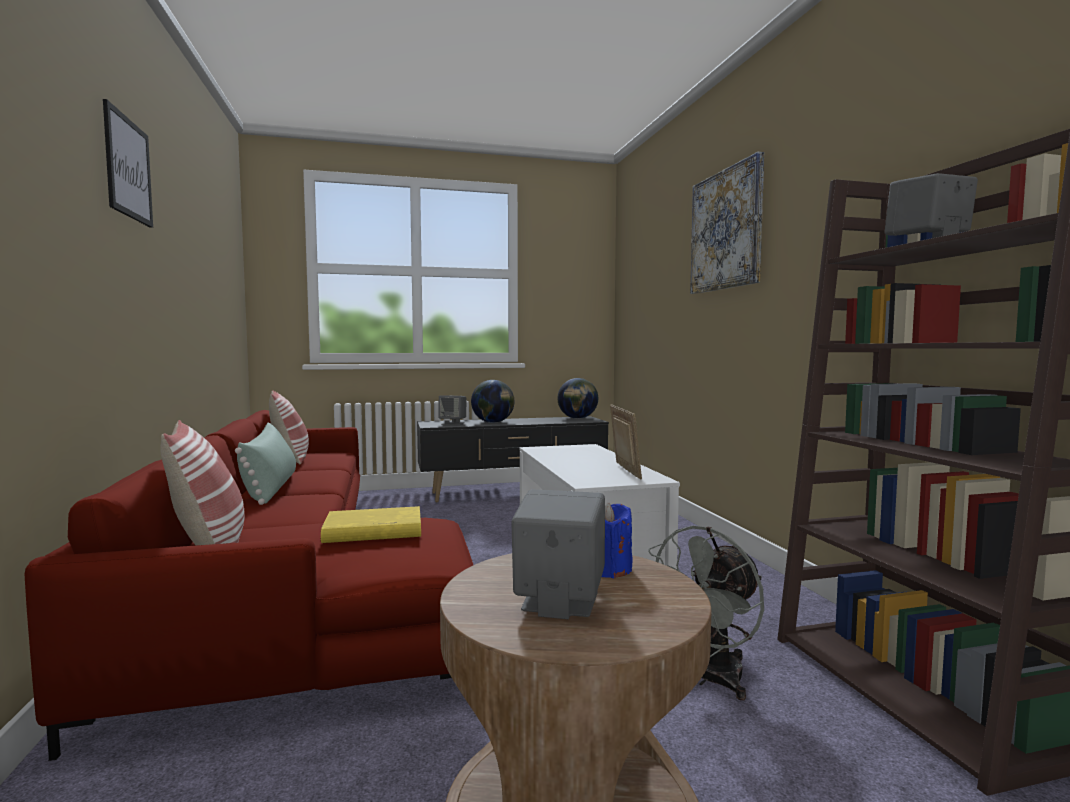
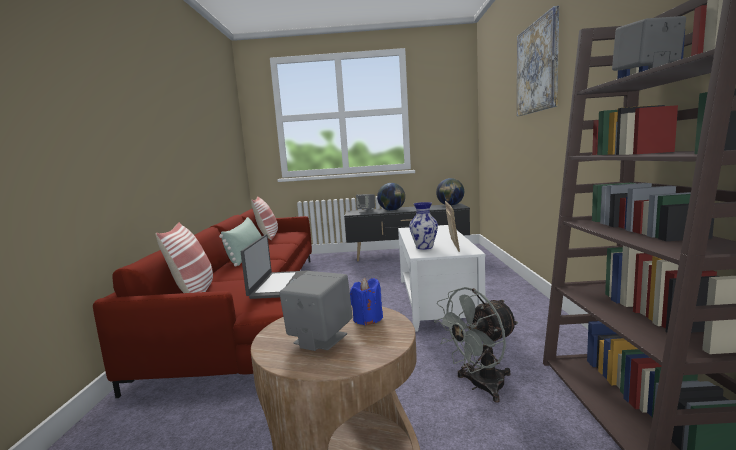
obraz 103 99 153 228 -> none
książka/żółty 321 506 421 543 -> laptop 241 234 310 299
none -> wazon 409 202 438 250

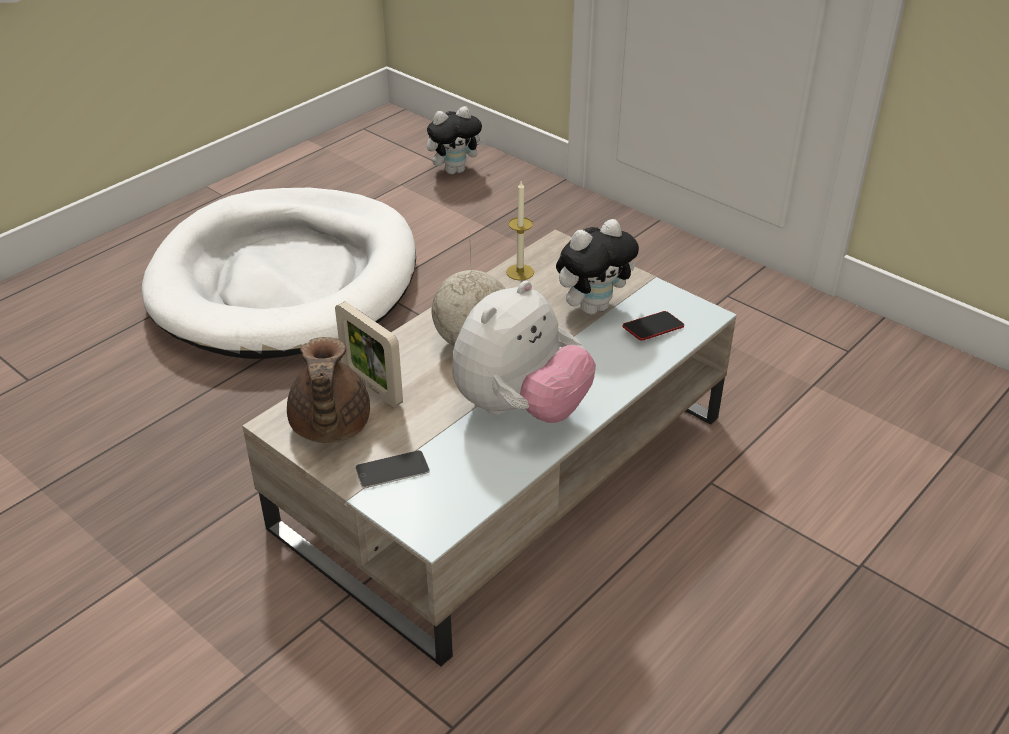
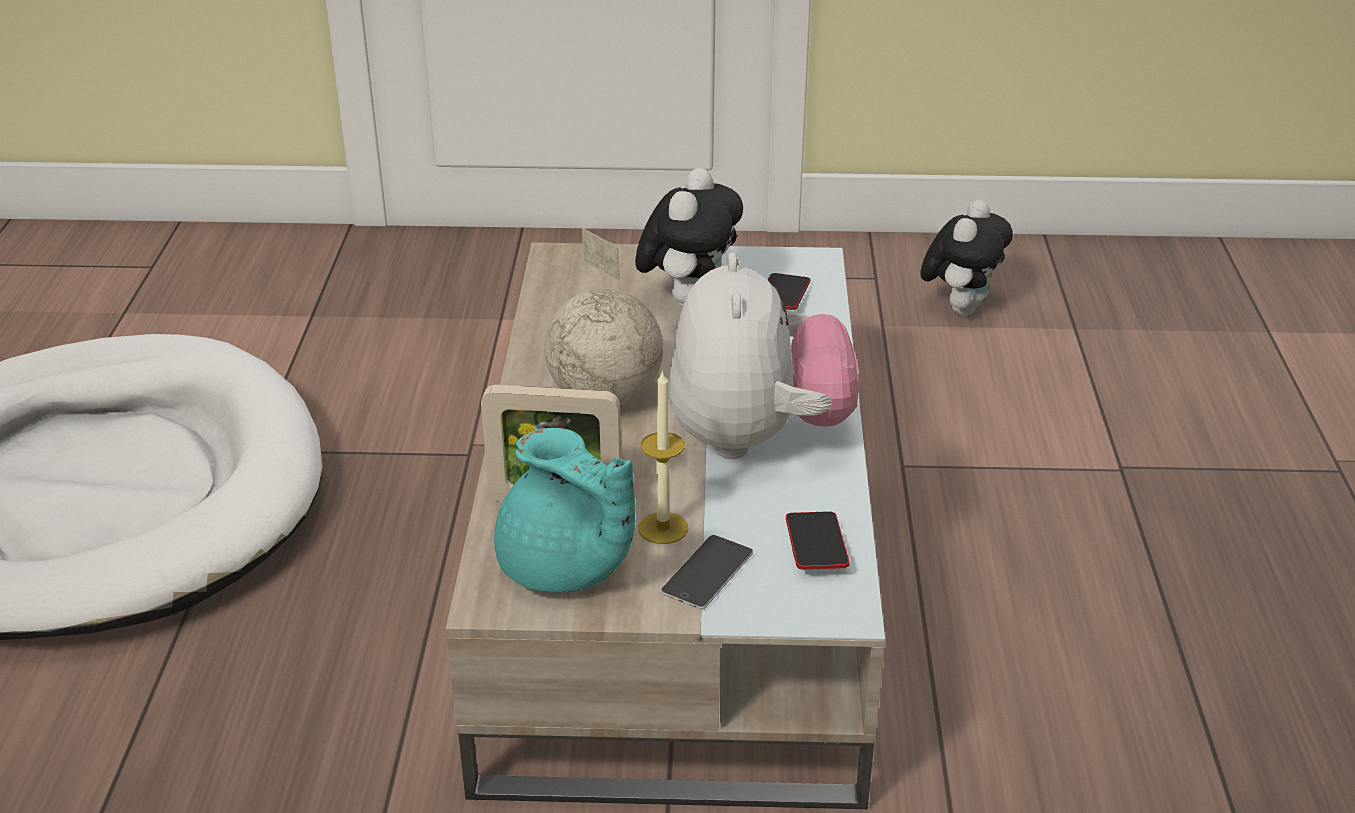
pluszak 427 106 486 175 -> pluszak 920 200 1013 316, relocated
świeca 506 181 534 280 -> świeca 638 369 688 544, relocated
imbryk/brązowy 287 337 370 443 -> imbryk/turkusowy 494 428 635 593
none -> telefon 786 511 850 570

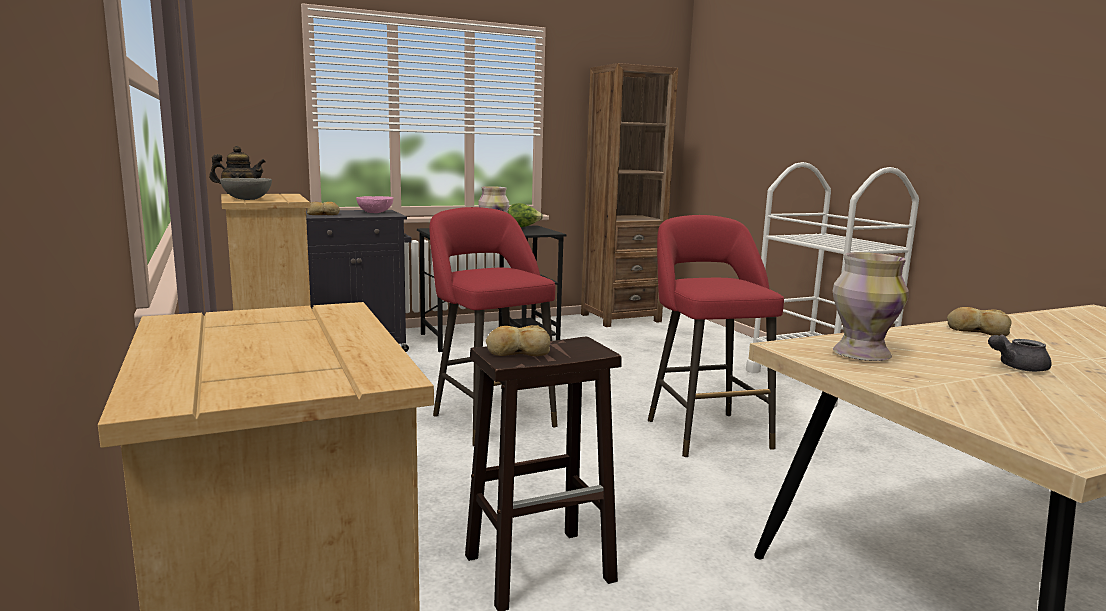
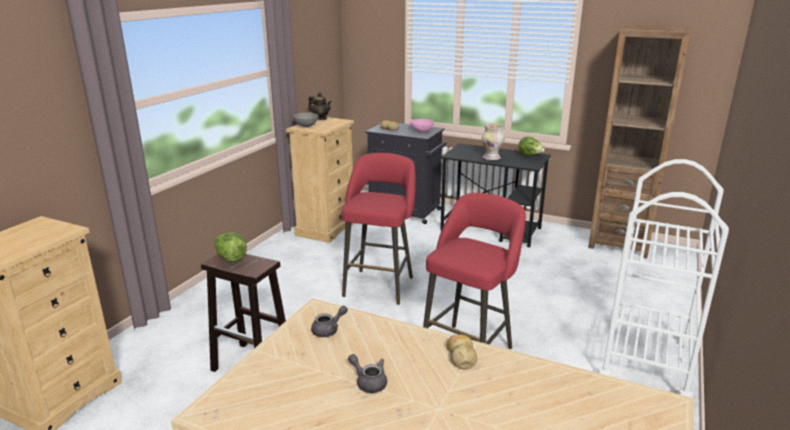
wazon 833 252 909 361 -> imbryk/szary 311 306 348 337
chleb 486 325 550 356 -> sałata 214 232 247 262

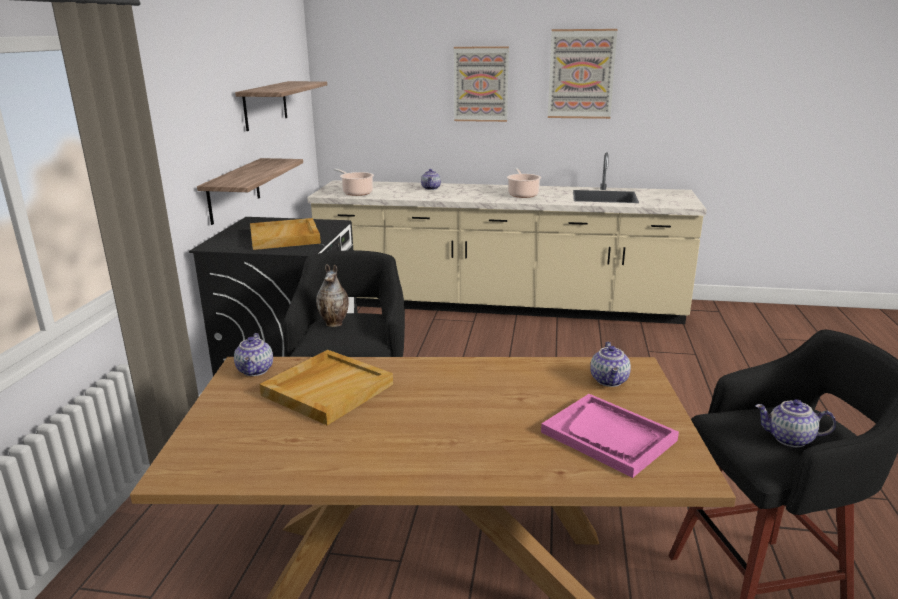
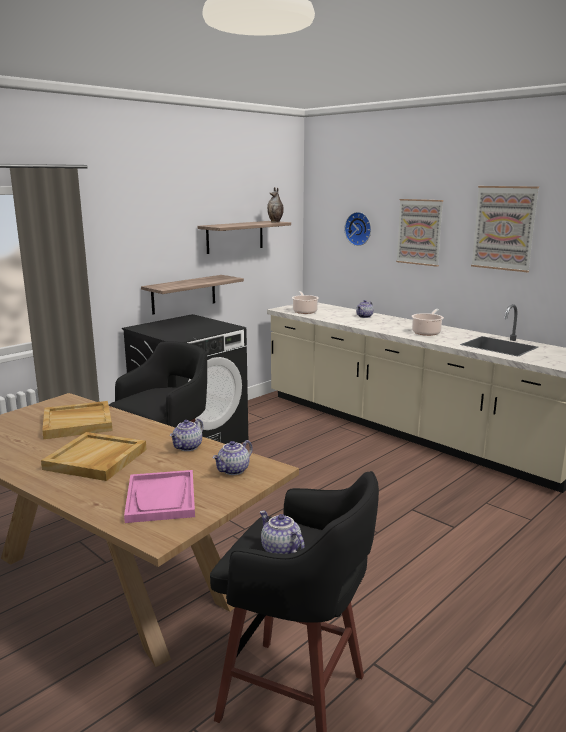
taca/beżowy 250 218 321 250 -> taca/beżowy 41 432 146 481, relocated
wazon 316 264 349 327 -> wazon 267 187 284 223, relocated
imbryk 234 333 273 376 -> imbryk 170 419 203 451, relocated
none -> zegar ścienny 345 212 371 246

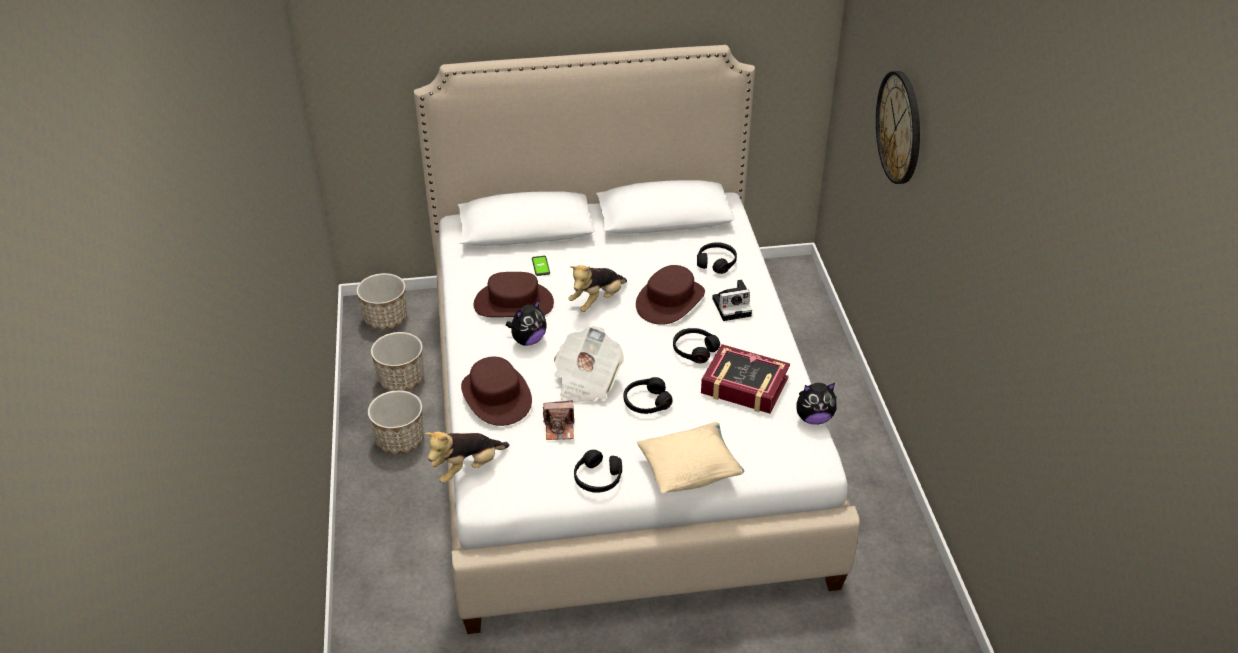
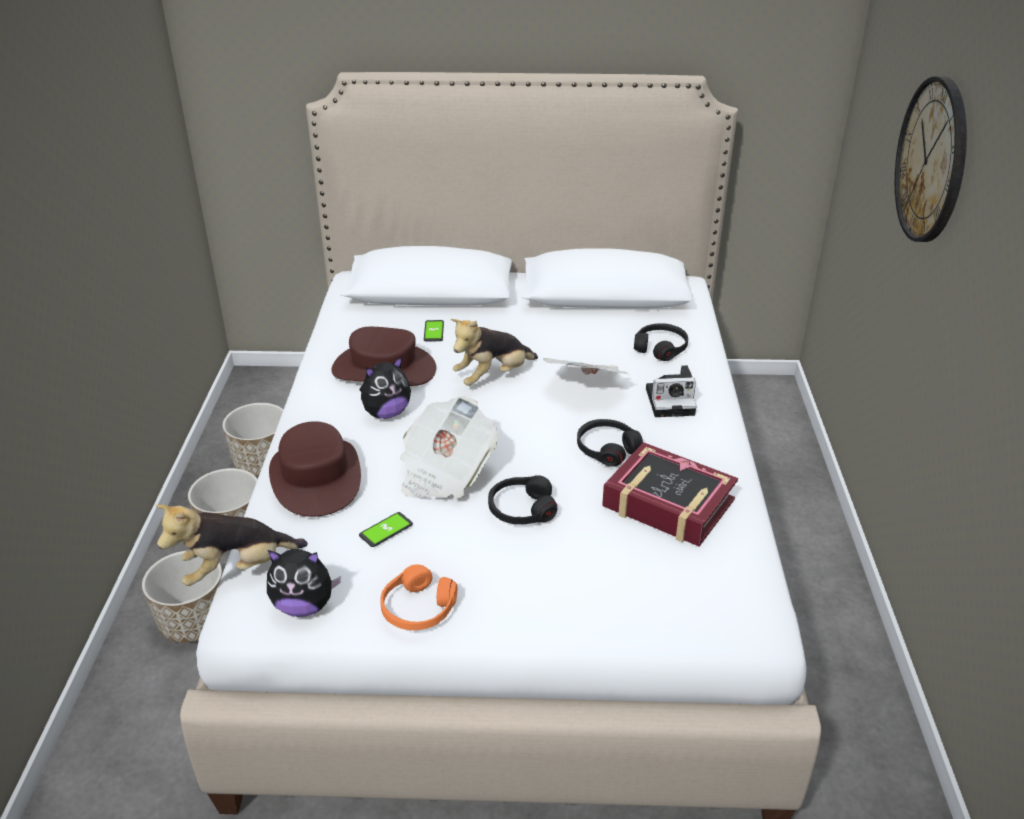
kapelusz/brązowy 636 265 705 325 -> gazeta 543 358 630 375
donica 356 273 407 330 -> donica 142 550 222 643, relocated
pluszak 796 383 836 425 -> pluszak 267 549 341 617, relocated
aparat fotograficzny 543 400 574 440 -> telefon 359 512 413 547
poduszka/beżowy 637 422 744 493 -> none
słuchawki/czarny 574 450 622 493 -> słuchawki/pomarańczowy 380 564 457 630

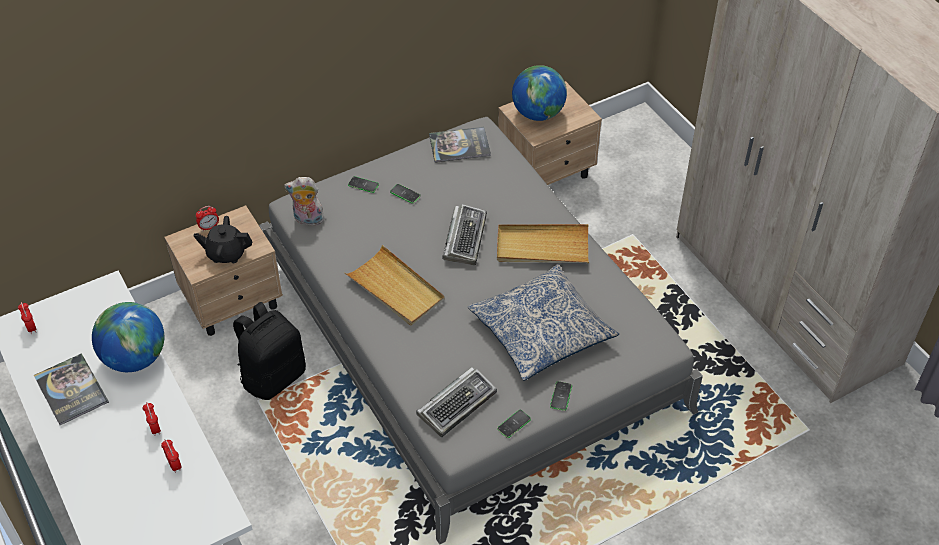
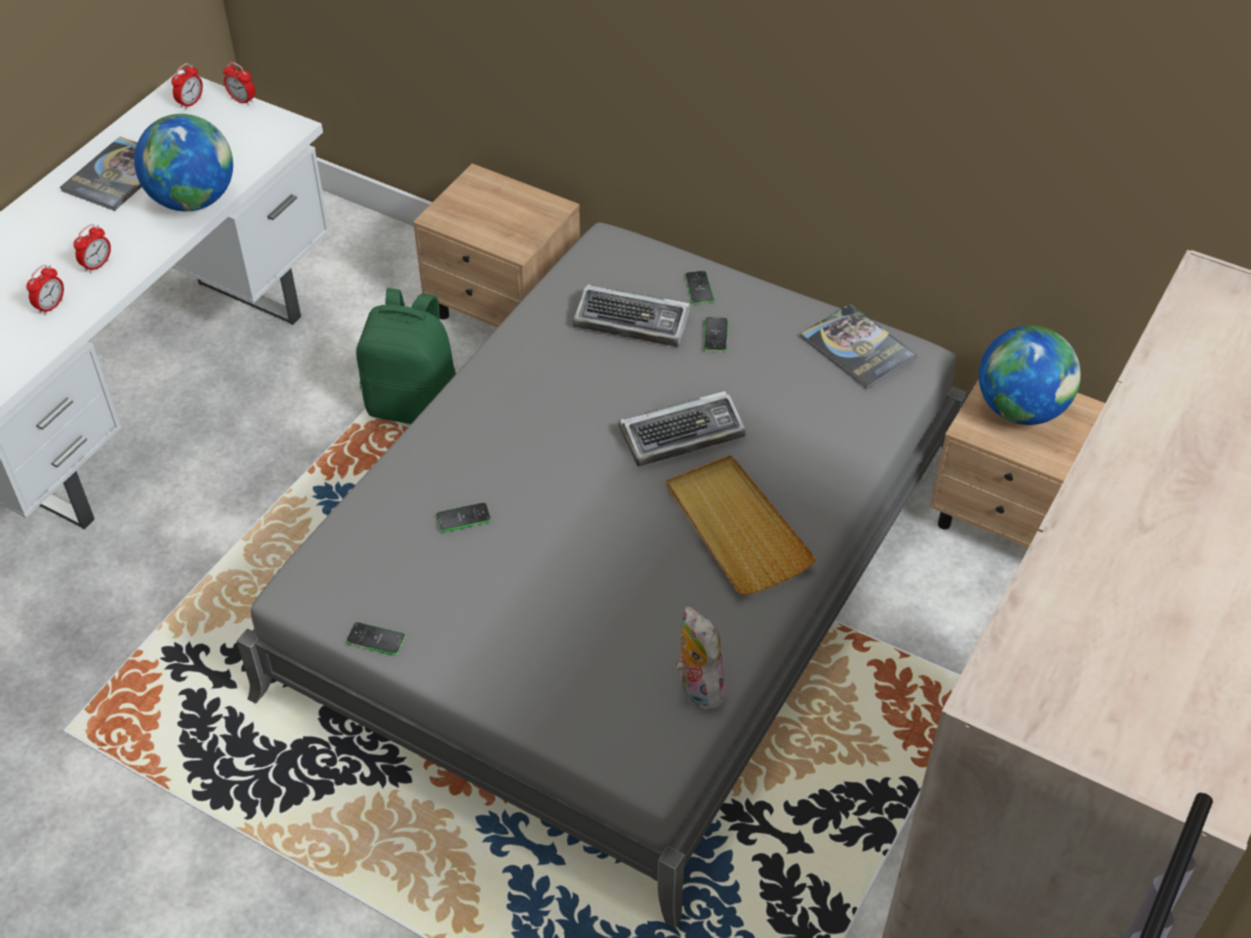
pluszak 284 177 324 226 -> pluszak 676 606 726 710, relocated
budzik 196 206 219 231 -> budzik 223 62 255 106, relocated
imbryk/czarny 194 216 253 263 -> none
taca/beżowy 344 245 445 326 -> none
poduszka 468 264 619 381 -> none
plecak/czarny 233 302 306 400 -> plecak/zielony 356 288 456 424
klawiatura 416 367 497 437 -> klawiatura 573 284 691 347, relocated
telefon 550 381 572 411 -> telefon 436 502 491 532, relocated

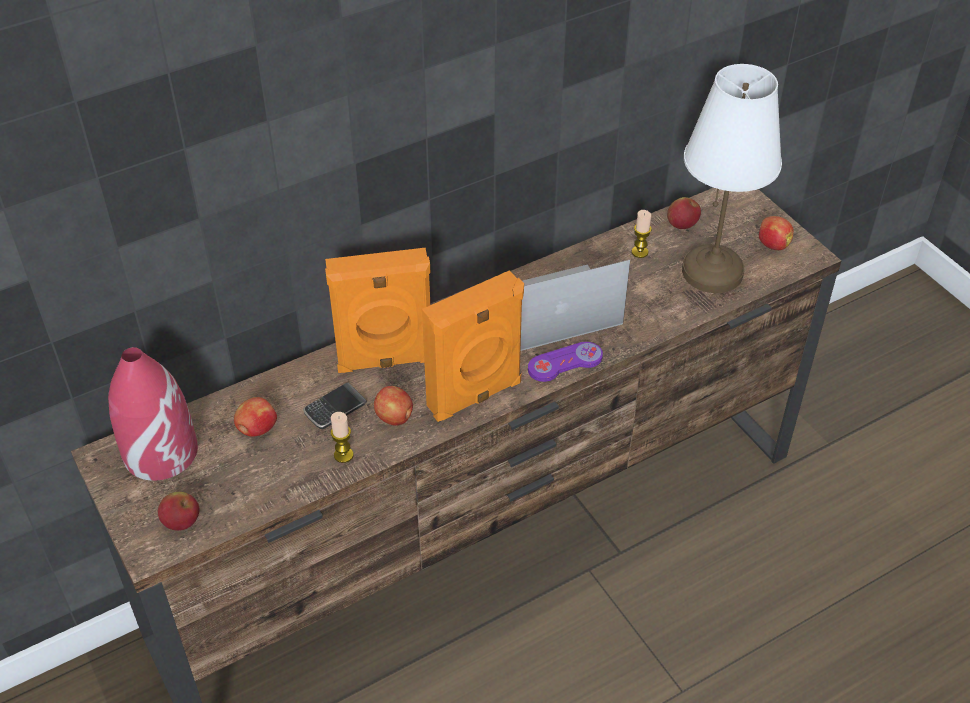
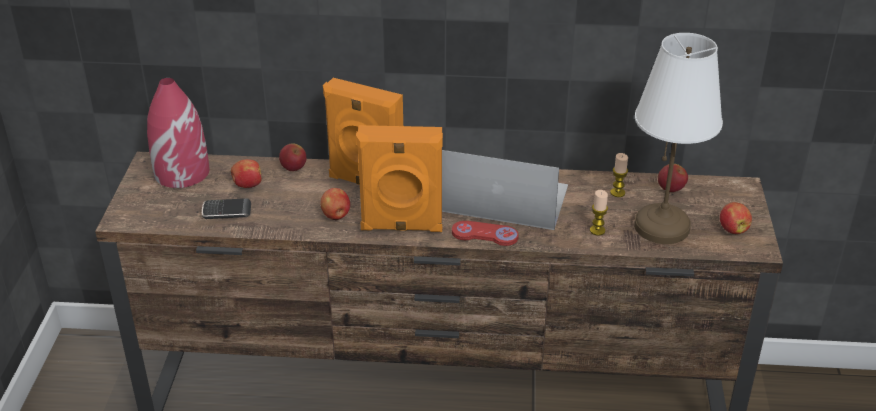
pad do gier/fioletowy 528 342 603 382 -> pad do gier/czerwony 452 221 519 246
telefon 303 383 367 429 -> telefon 202 198 251 219, relocated
świeca 331 412 354 463 -> świeca 590 190 608 236, relocated
jabłko 158 492 200 531 -> jabłko 279 143 306 171, relocated

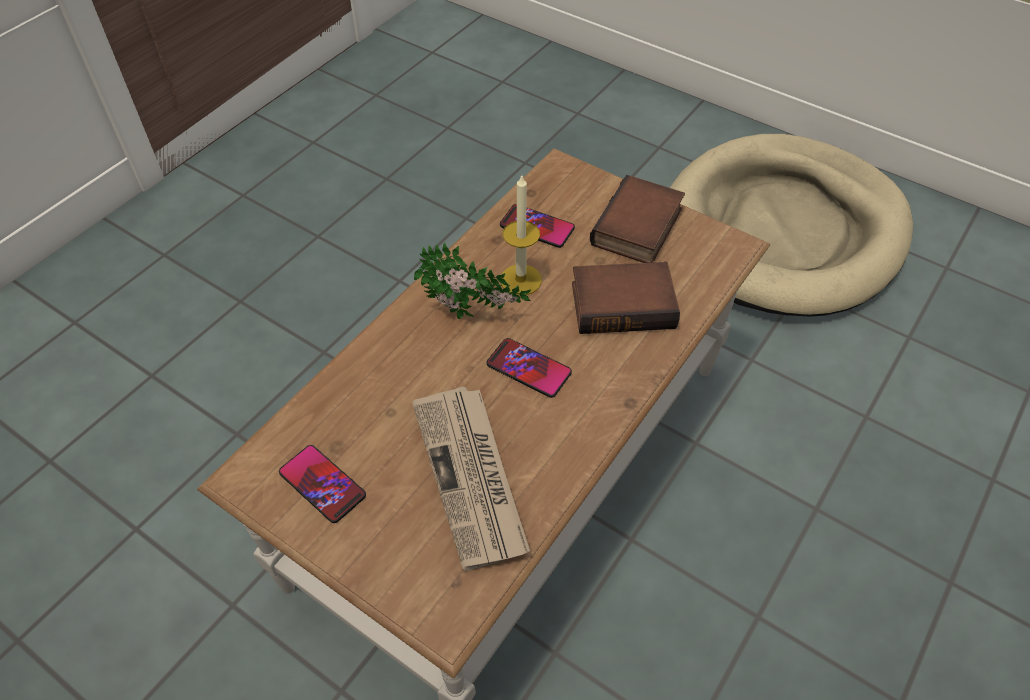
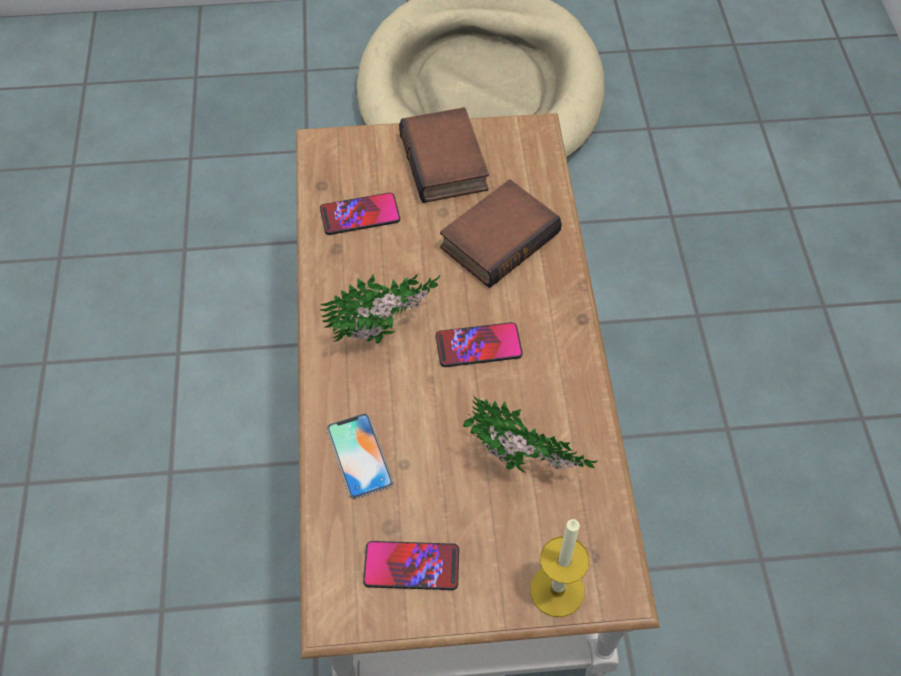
świeca 500 174 542 296 -> świeca 530 519 589 617, relocated
gazeta 412 387 530 571 -> roślina doniczkowa 463 397 598 473
none -> telefon 327 413 393 499

